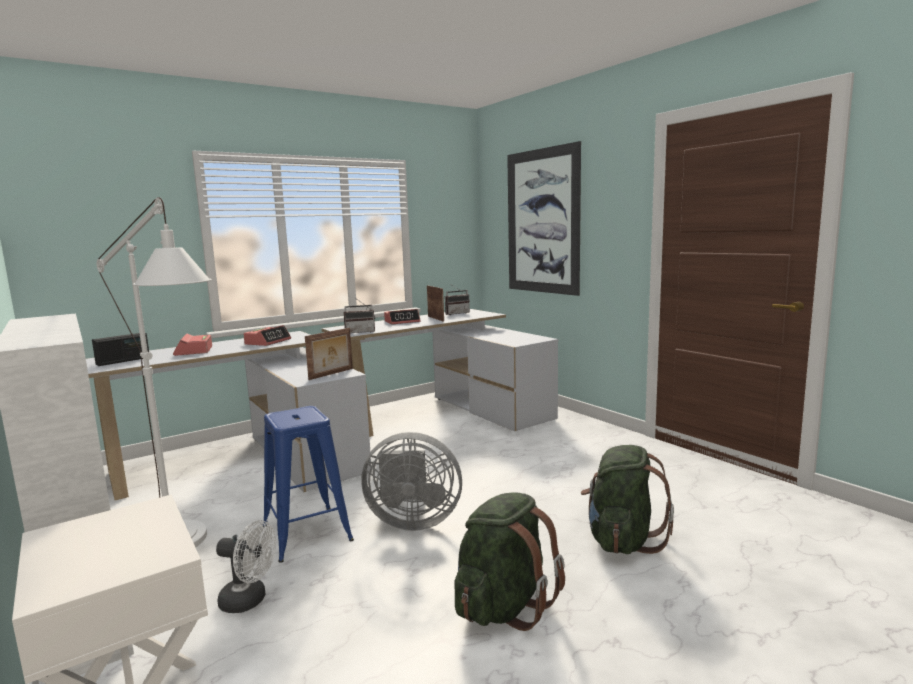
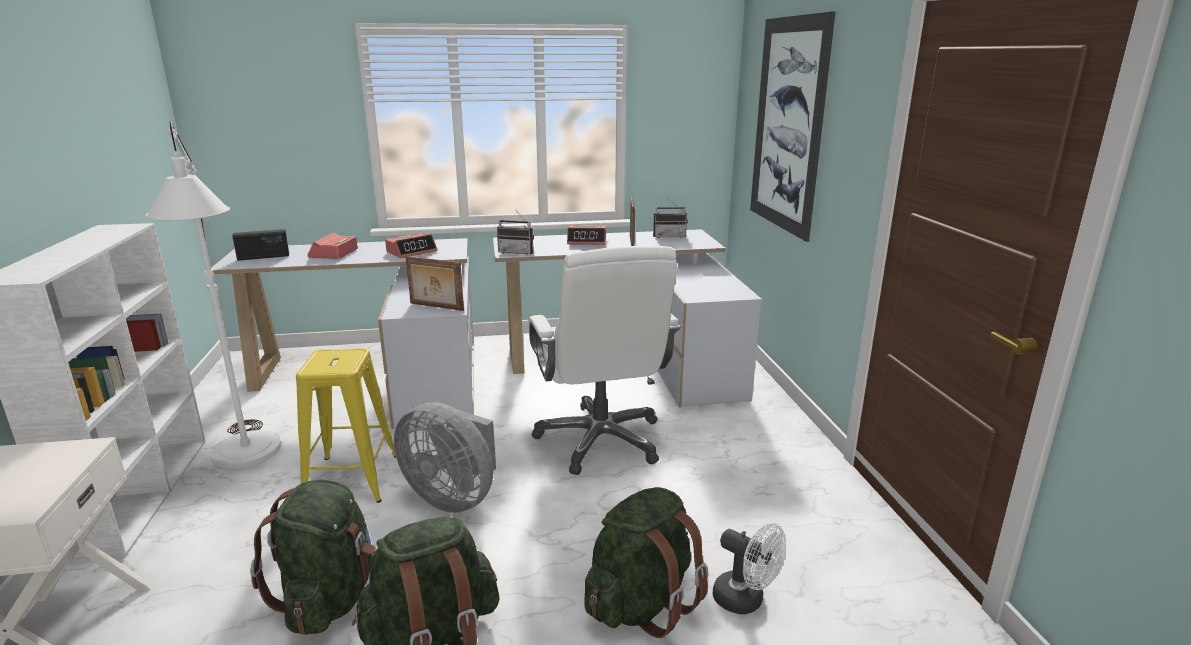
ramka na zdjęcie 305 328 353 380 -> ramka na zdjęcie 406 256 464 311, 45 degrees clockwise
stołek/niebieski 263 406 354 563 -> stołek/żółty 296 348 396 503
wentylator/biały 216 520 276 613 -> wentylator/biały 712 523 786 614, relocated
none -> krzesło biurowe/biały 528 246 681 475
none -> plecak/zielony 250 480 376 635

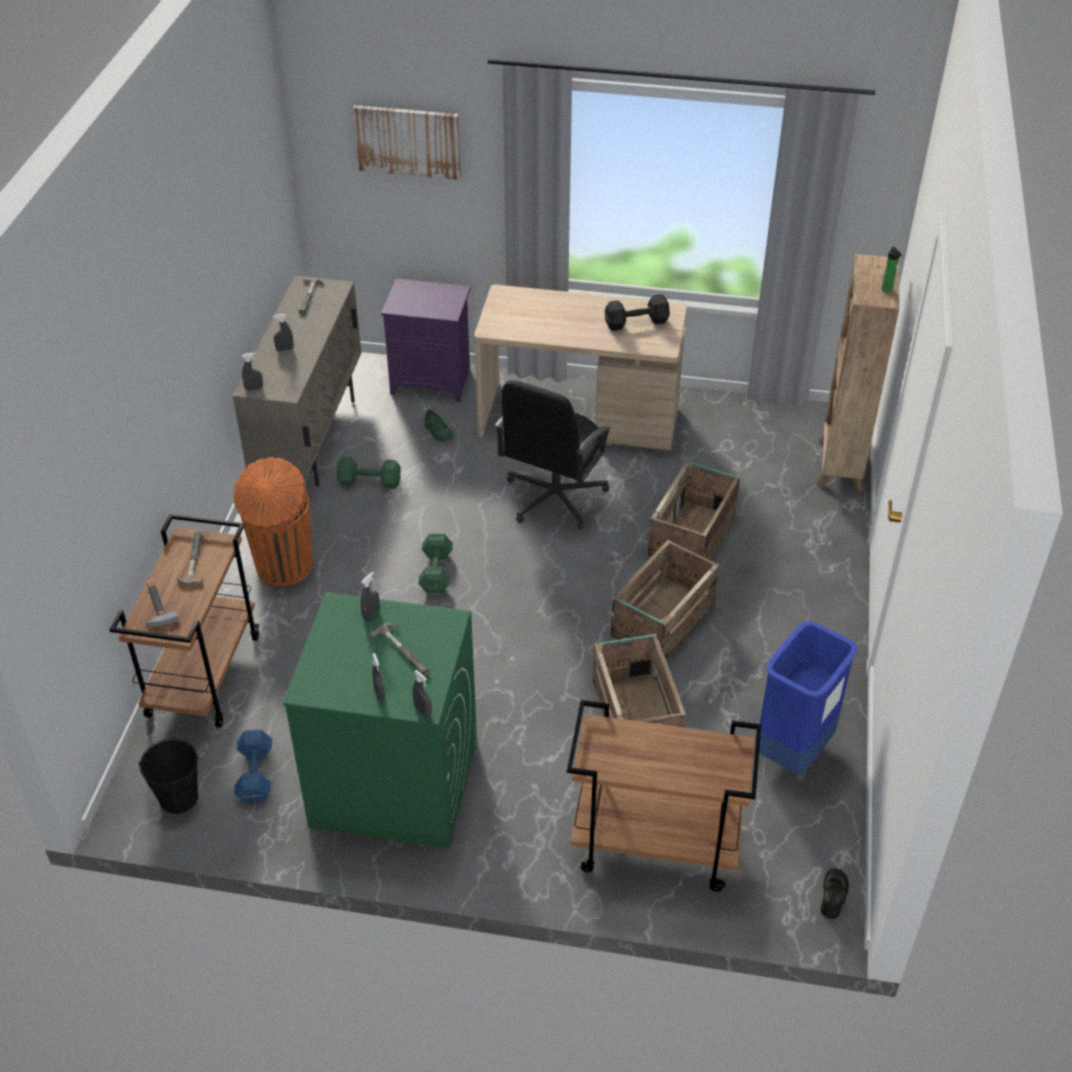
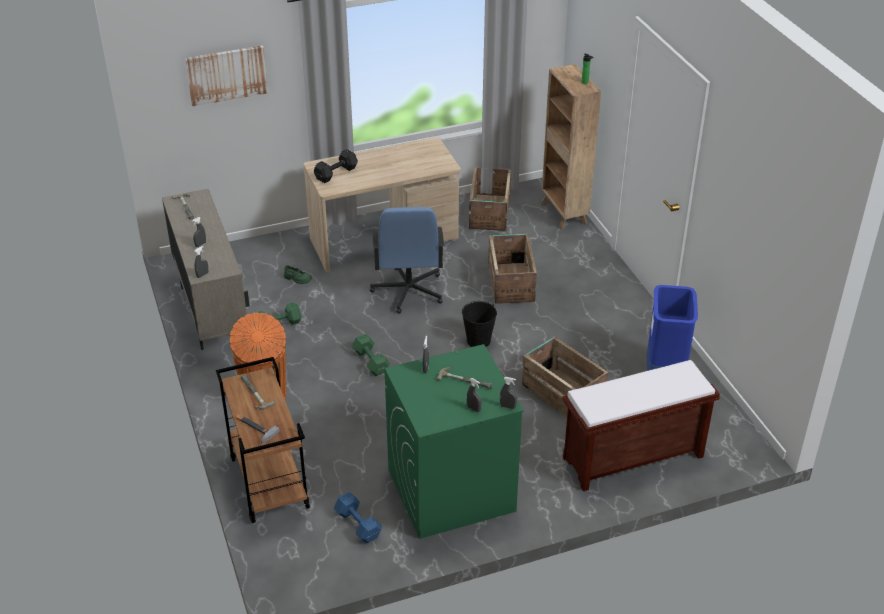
szafka nocna/fioletowy 381 279 471 402 -> none
hantel/czarny 605 294 670 331 -> hantel/czarny 314 149 358 183, relocated
krzesło biurowe/czarny 495 380 611 529 -> krzesło biurowe/niebieski 370 207 444 314
skrzynka 610 540 719 659 -> skrzynka 469 167 511 231, relocated
wózek/brązowy 567 700 761 892 -> ławka/brązowy 562 360 720 491
wiadro/czarny 138 738 198 814 -> wiadro/czarny 462 301 497 347, relocated
but/czarny 821 868 849 919 -> none

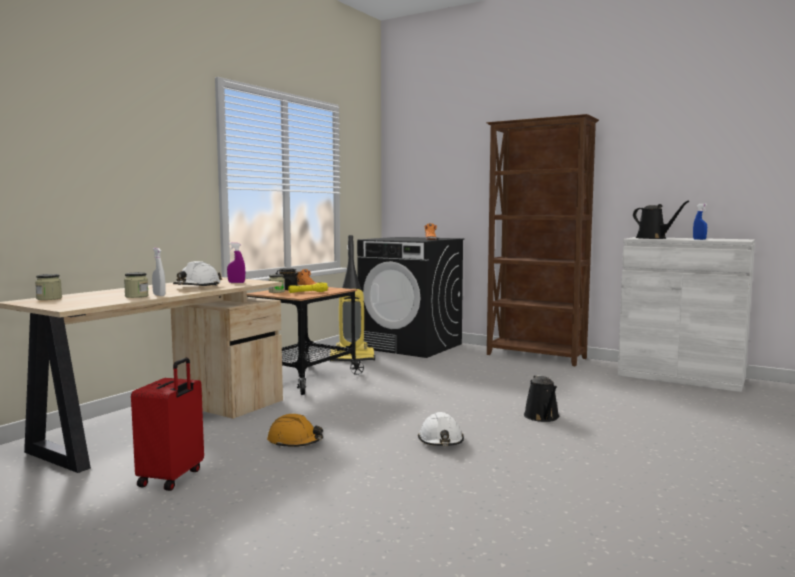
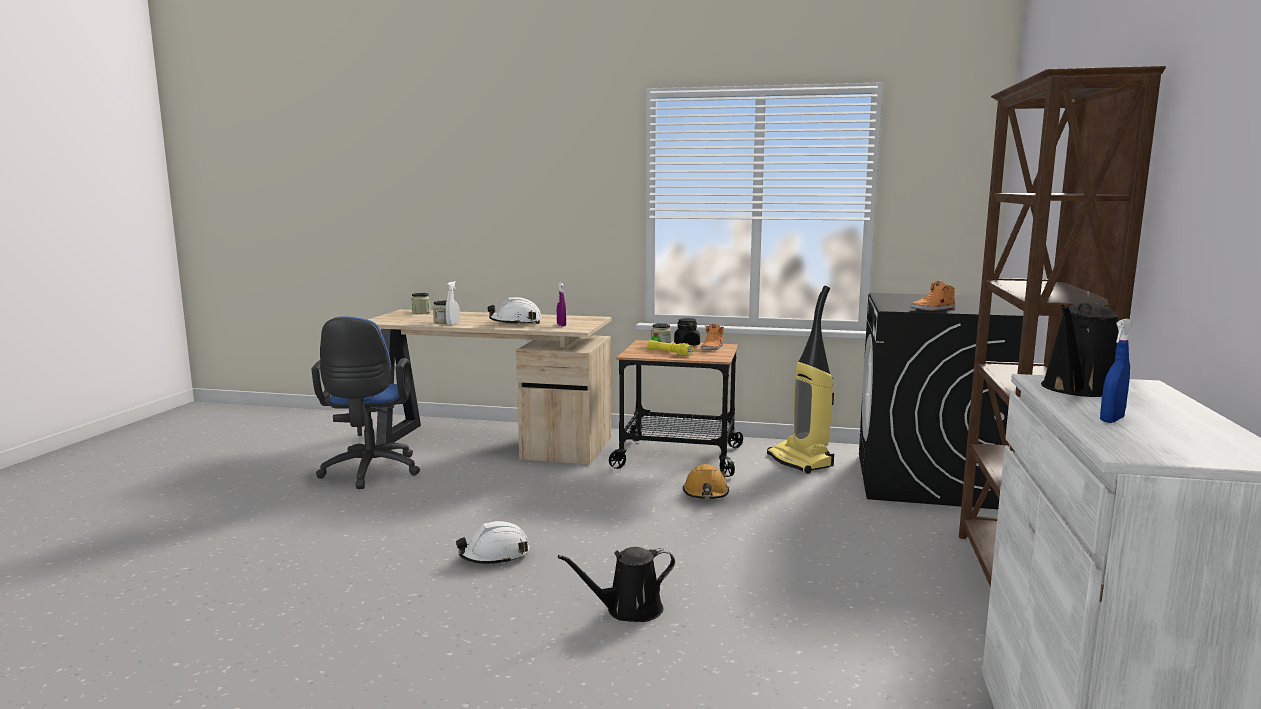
walizka/czerwony 131 358 204 491 -> krzesło biurowe/niebieski 311 316 420 489
kask/pomarańczowy 267 414 323 448 -> kask/pomarańczowy 683 464 729 499, relocated

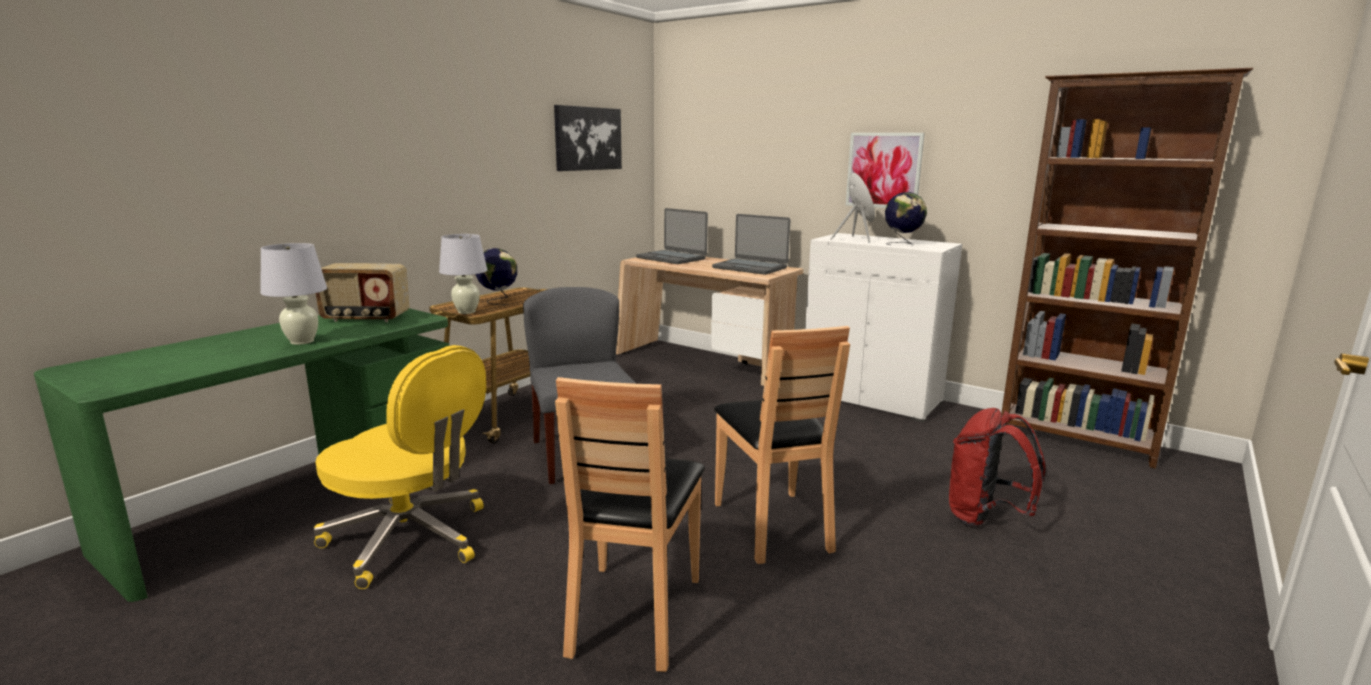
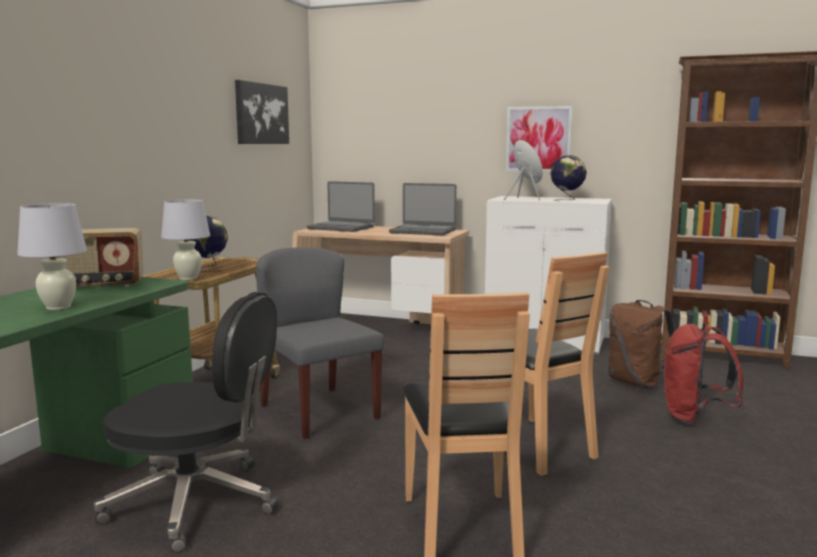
krzesło biurowe/żółty 314 345 486 589 -> krzesło biurowe/czarny 94 292 278 553
none -> plecak/brązowy 608 300 676 389

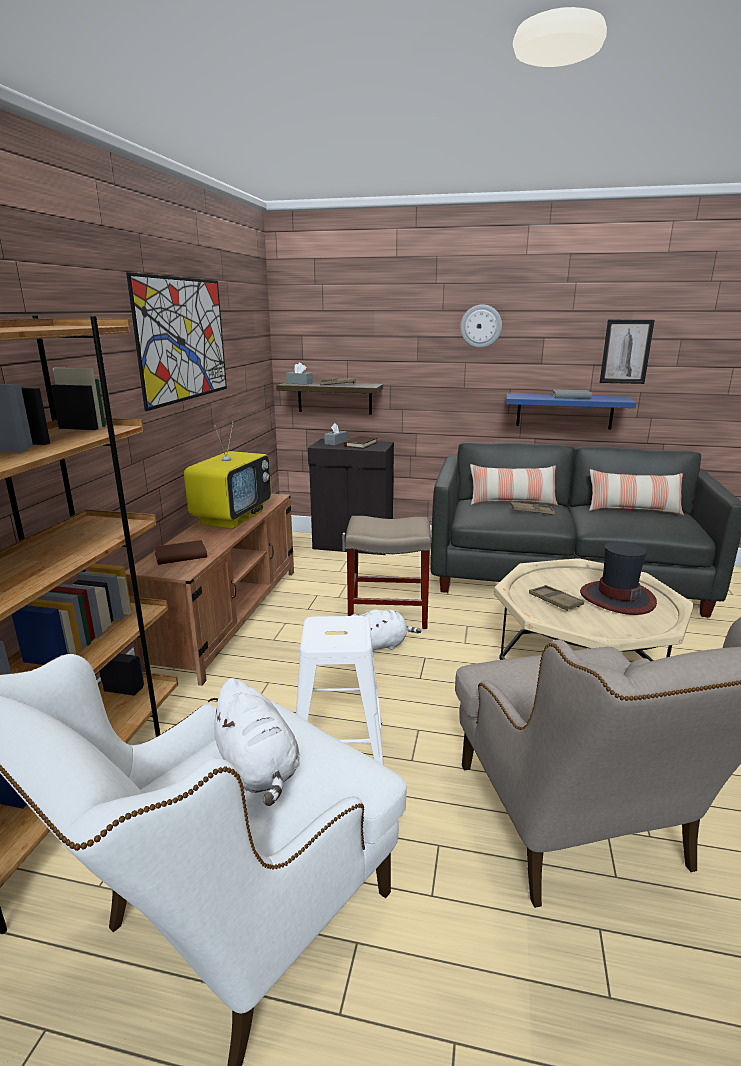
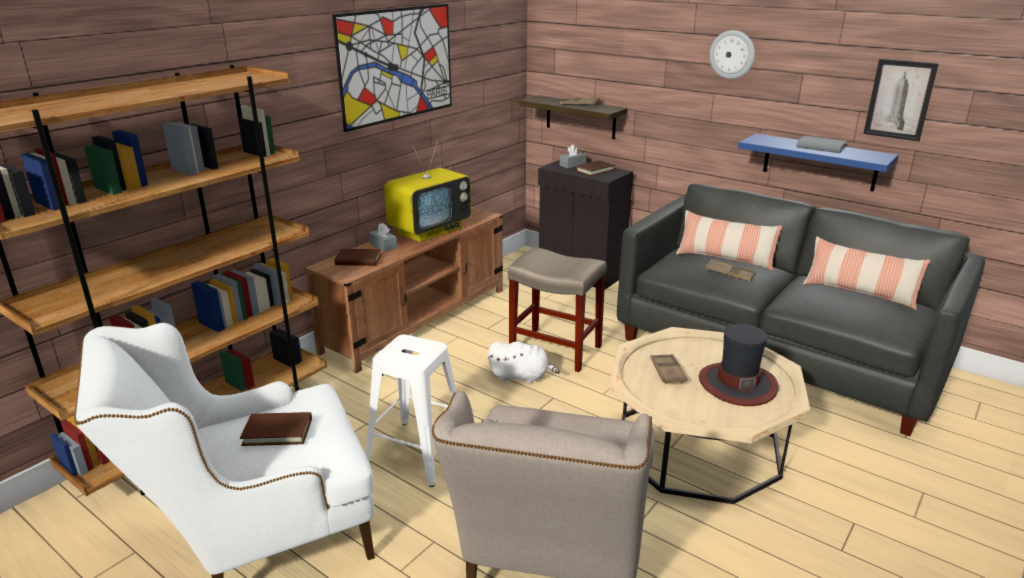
pudełko chusteczek/szary 286 362 313 385 -> pudełko chusteczek/szary 369 223 397 252, relocated
pluszak/biały 208 678 300 806 -> książka/brązowy 240 412 312 446

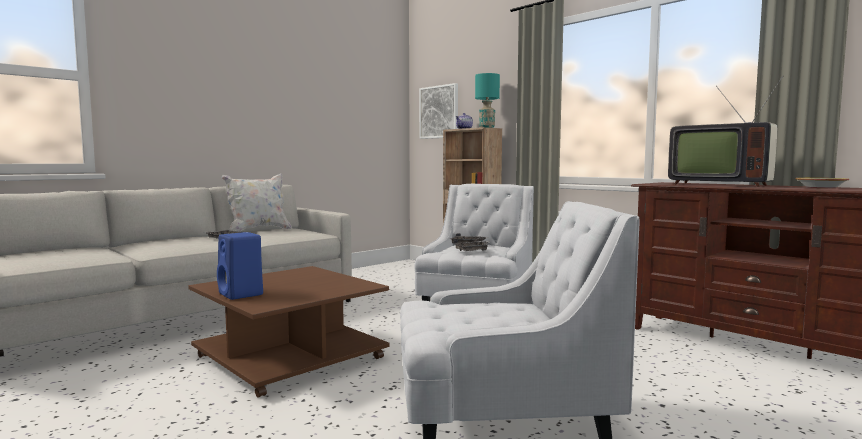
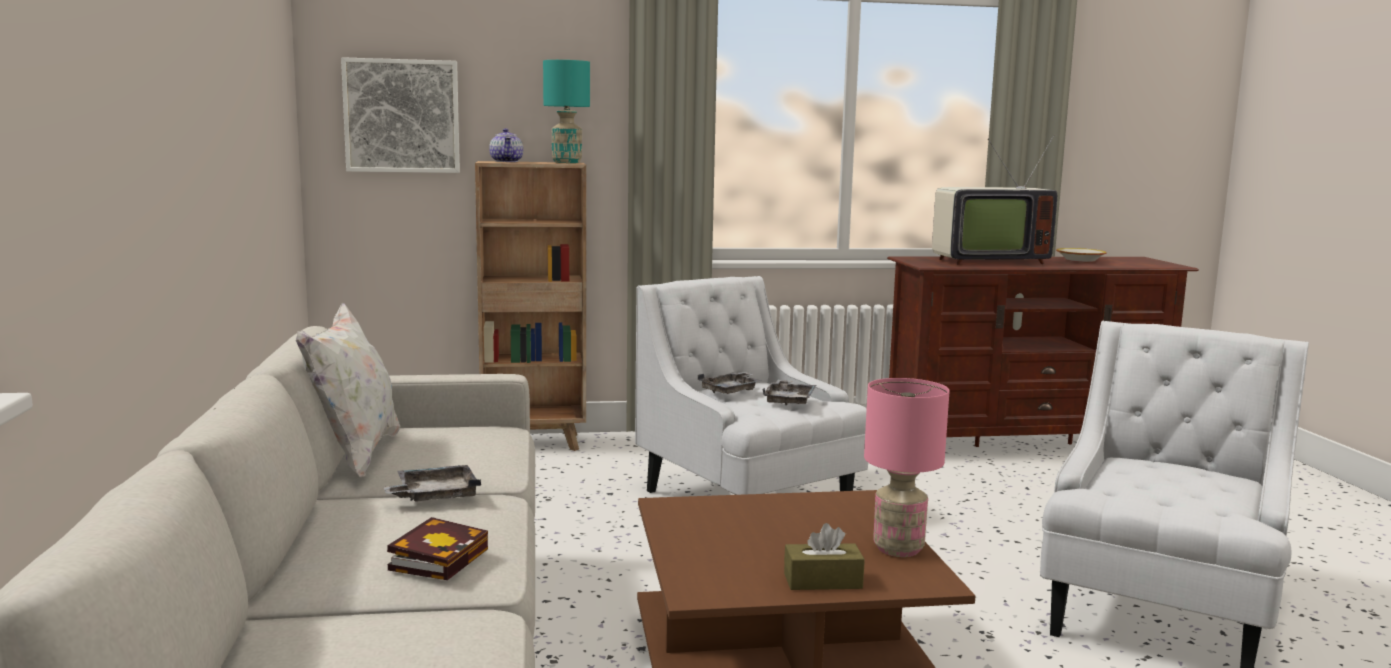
głośnik/niebieski 217 232 263 300 -> pudełko chusteczek/brązowy 784 523 865 590
none -> lampa stołowa/różowy 864 378 949 557
none -> książka 387 517 488 580

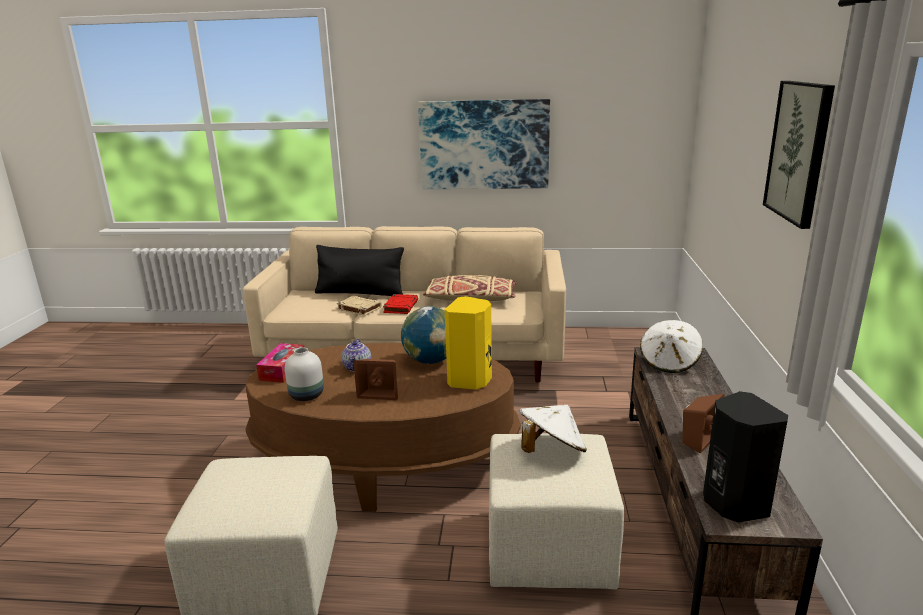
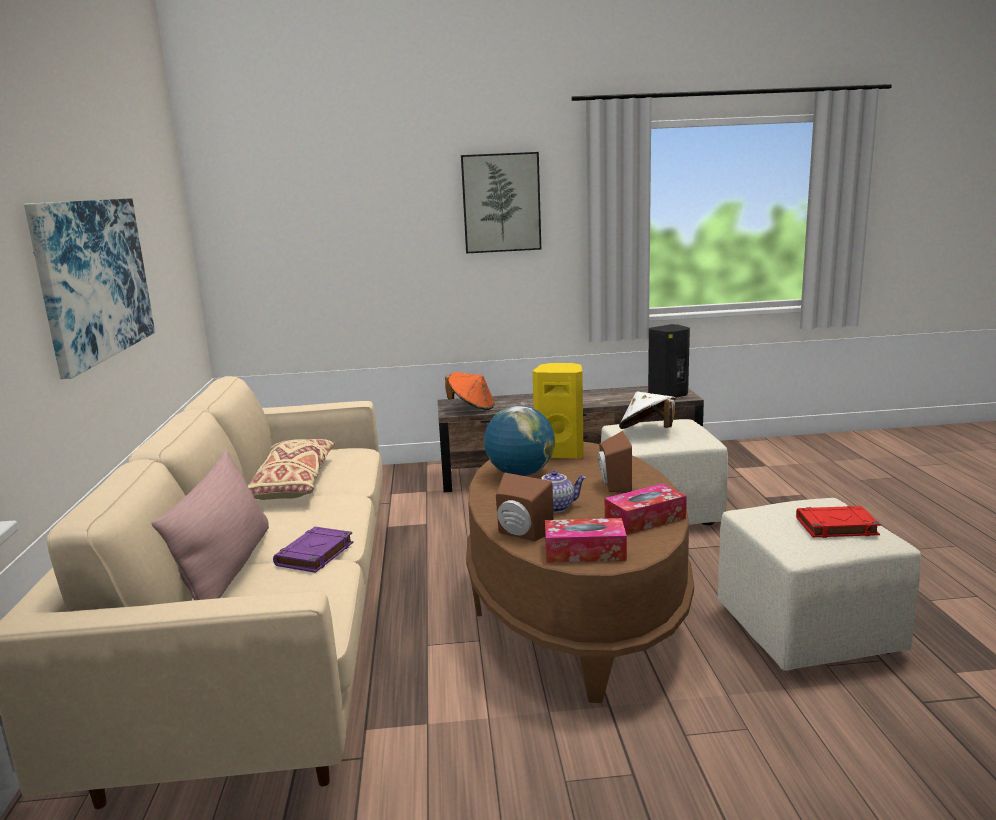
poduszka/czarny 315 245 404 296 -> poduszka/różowy 151 451 269 600
książka/czerwony 383 294 418 314 -> książka/czerwony 796 506 881 538, relocated
książka/beżowy 337 296 382 316 -> książka/fioletowy 273 527 353 573
kapelusz/biały 640 320 703 373 -> kapelusz/pomarańczowy 445 372 495 410
wazon/biały 285 347 324 401 -> pudełko chusteczek 605 484 687 535
głośnik/brązowy 682 394 725 454 -> głośnik/brązowy 496 473 553 541, relocated

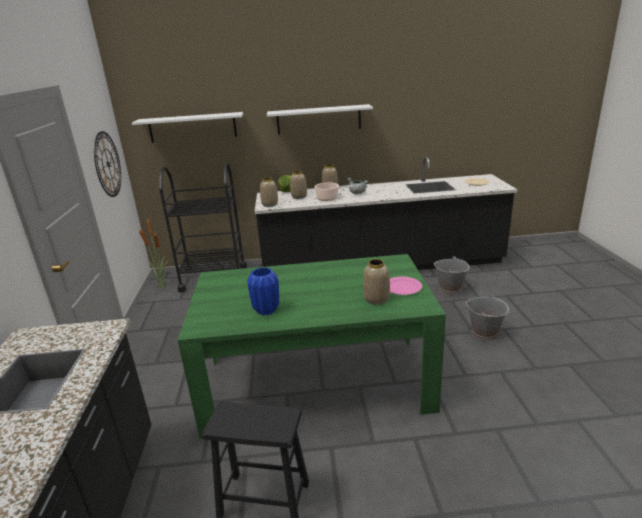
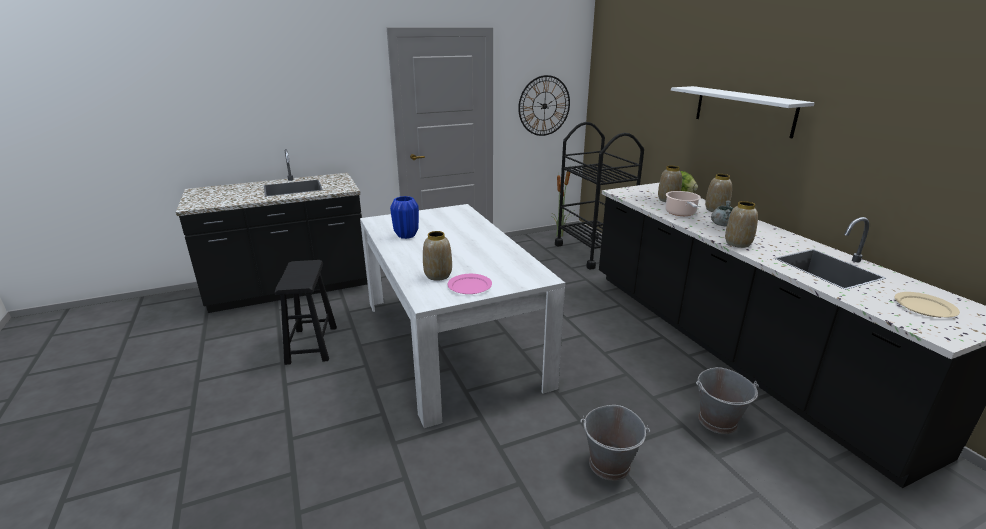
półka/biały 132 112 243 143 -> none
wazon 260 177 278 207 -> wazon 725 201 758 248, relocated
stół jadalny/zielony 178 254 446 439 -> stół jadalny/biały 360 204 565 428

